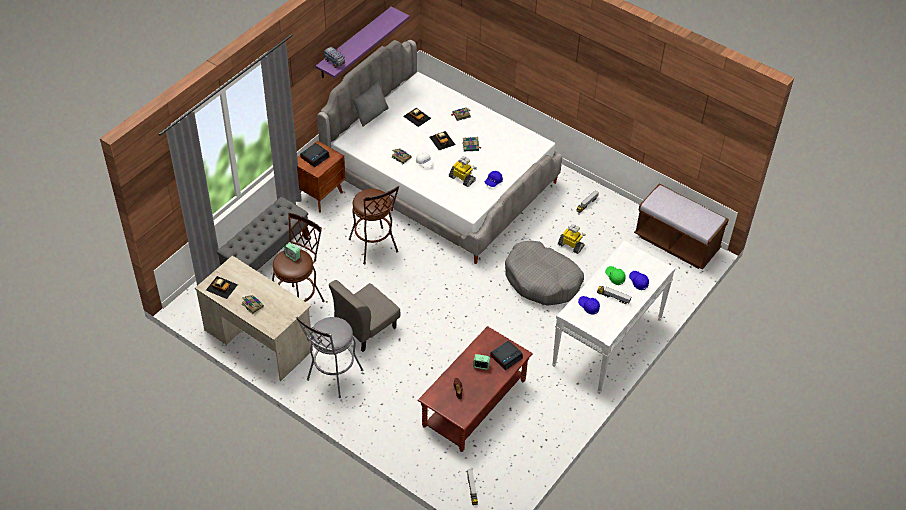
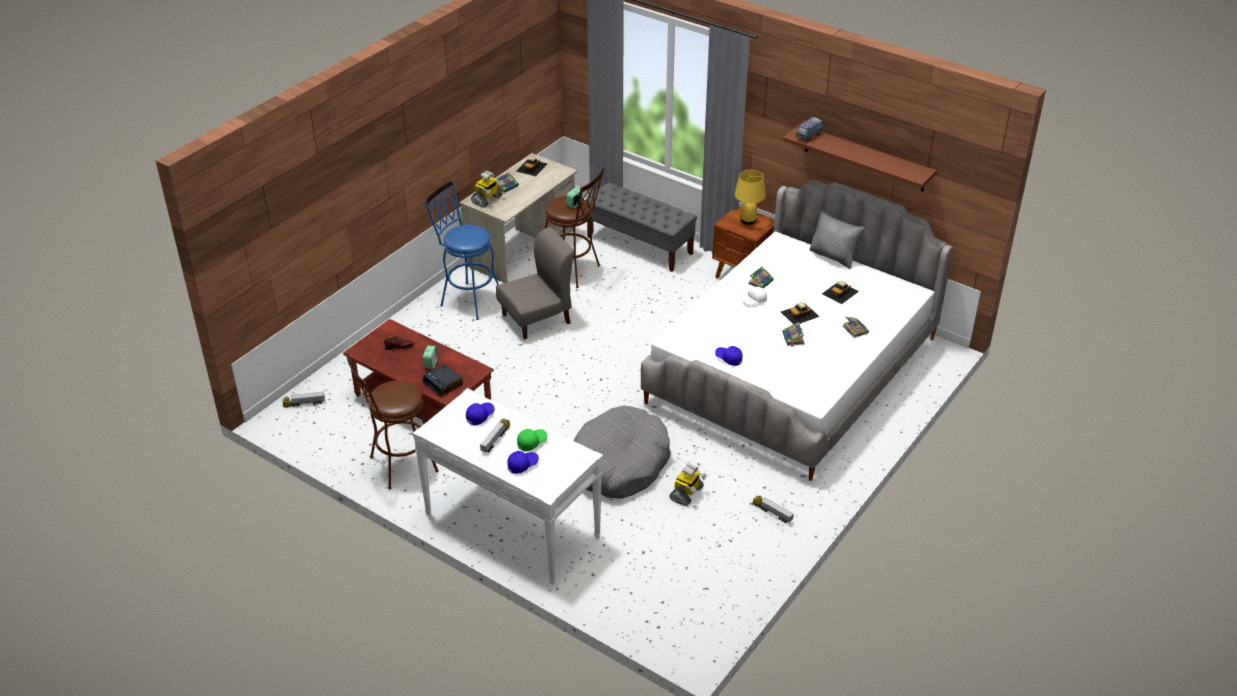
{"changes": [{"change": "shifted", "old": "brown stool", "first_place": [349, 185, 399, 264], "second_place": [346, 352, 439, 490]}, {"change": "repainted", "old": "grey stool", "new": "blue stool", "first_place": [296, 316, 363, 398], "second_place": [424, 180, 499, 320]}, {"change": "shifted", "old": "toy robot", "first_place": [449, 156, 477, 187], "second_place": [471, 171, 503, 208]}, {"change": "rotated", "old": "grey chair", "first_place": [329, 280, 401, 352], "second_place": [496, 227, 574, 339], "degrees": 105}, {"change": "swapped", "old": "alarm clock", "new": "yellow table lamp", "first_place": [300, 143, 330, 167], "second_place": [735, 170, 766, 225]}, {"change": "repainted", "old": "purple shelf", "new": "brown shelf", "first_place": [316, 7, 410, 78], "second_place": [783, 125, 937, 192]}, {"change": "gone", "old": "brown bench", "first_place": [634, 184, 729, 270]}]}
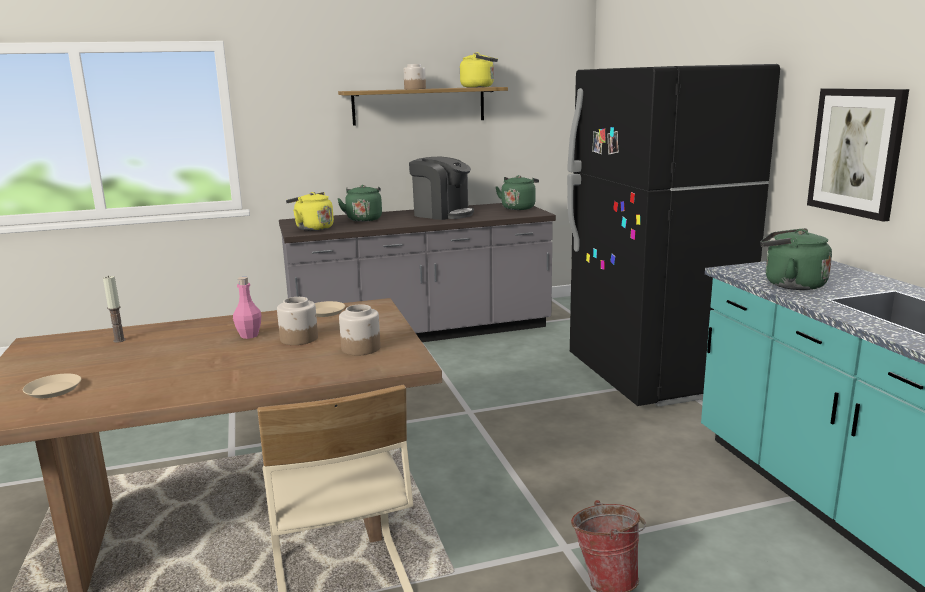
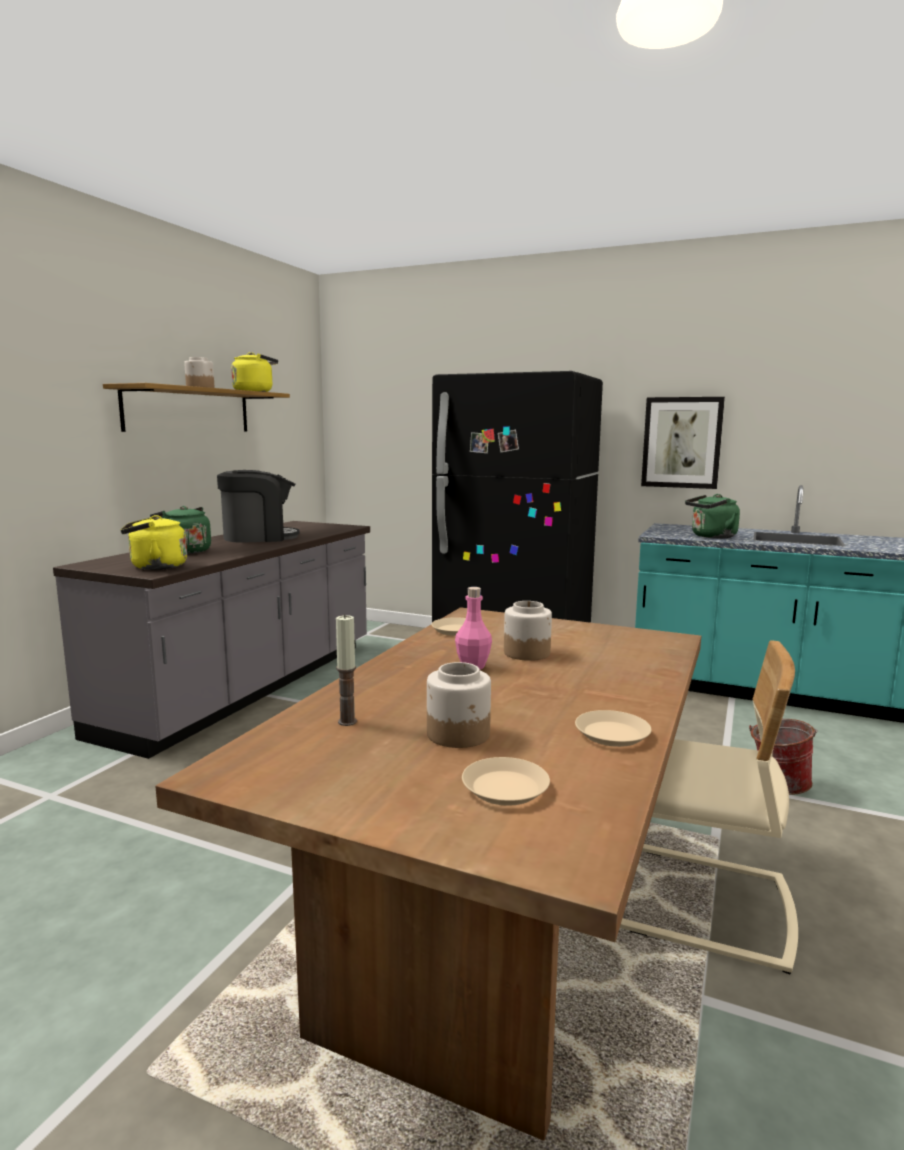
{"changes": [{"change": "shifted", "old": "jar", "first_place": [339, 304, 381, 355], "second_place": [427, 662, 491, 748]}, {"change": "new", "new": "beige plate", "second_place": [575, 710, 652, 747]}, {"change": "gone", "old": "green kettle", "first_place": [495, 175, 539, 210]}]}
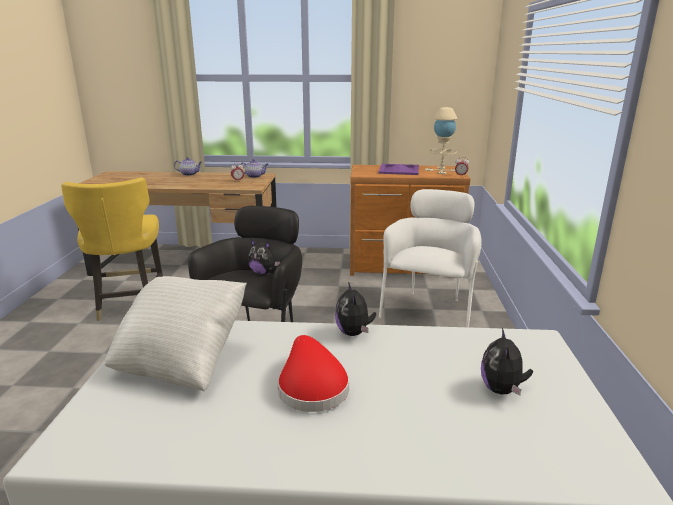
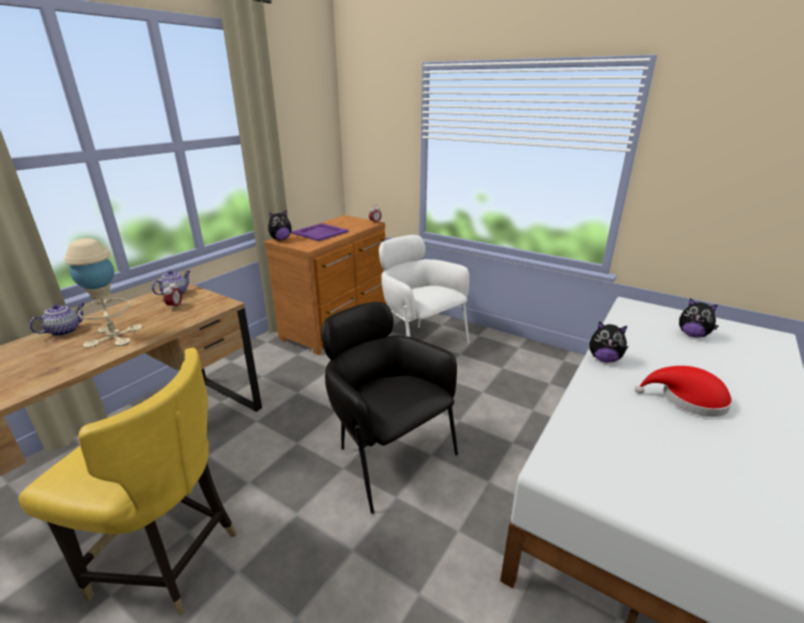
{"changes": [{"change": "shifted", "old": "beige table lamp", "first_place": [425, 107, 457, 174], "second_place": [65, 238, 142, 348]}, {"change": "shifted", "old": "plush toy", "first_place": [248, 239, 280, 275], "second_place": [268, 211, 292, 240]}, {"change": "gone", "old": "white pillow", "first_place": [104, 276, 247, 391]}]}
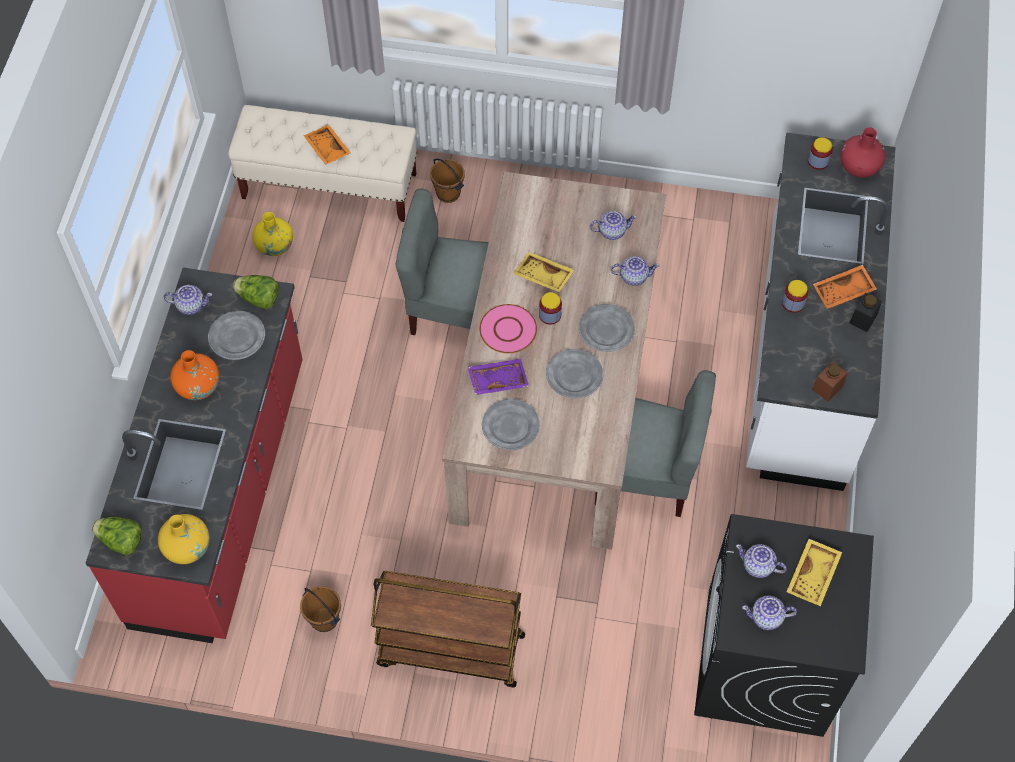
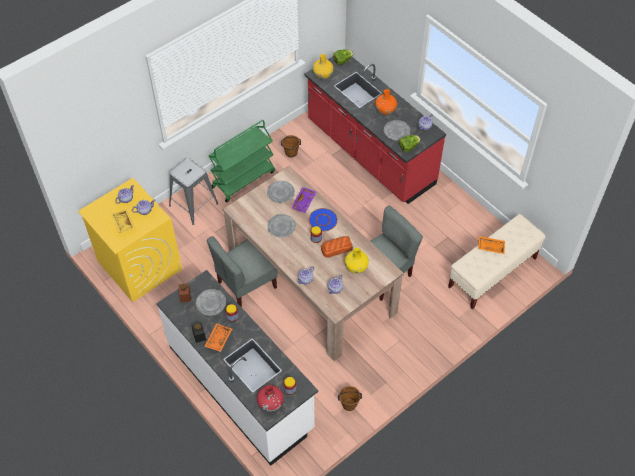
{"changes": [{"change": "repainted", "old": "black washing machine", "new": "yellow washing machine", "first_place": [694, 514, 874, 737], "second_place": [78, 178, 182, 302]}, {"change": "new", "new": "grey stool", "second_place": [169, 158, 219, 225]}, {"change": "shifted", "old": "grey plate", "first_place": [579, 304, 635, 352], "second_place": [196, 289, 226, 316]}, {"change": "repainted", "old": "brown cart", "new": "green cart", "first_place": [371, 571, 525, 687], "second_place": [209, 120, 275, 202]}, {"change": "repainted", "old": "pink plate", "new": "blue plate", "first_place": [479, 304, 537, 353], "second_place": [309, 208, 338, 232]}, {"change": "swapped", "old": "yellow tray", "new": "bread", "first_place": [513, 252, 574, 292], "second_place": [321, 236, 353, 258]}, {"change": "shifted", "old": "brown bucket", "first_place": [430, 159, 465, 203], "second_place": [338, 386, 362, 411]}, {"change": "shifted", "old": "yellow vase", "first_place": [252, 212, 293, 256], "second_place": [345, 248, 369, 273]}]}
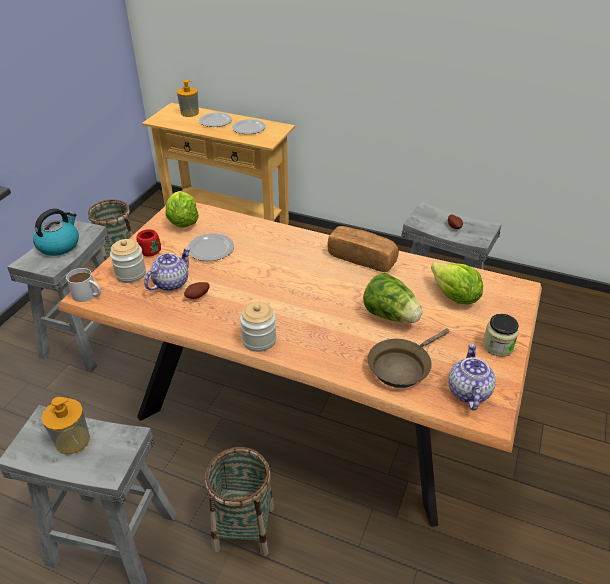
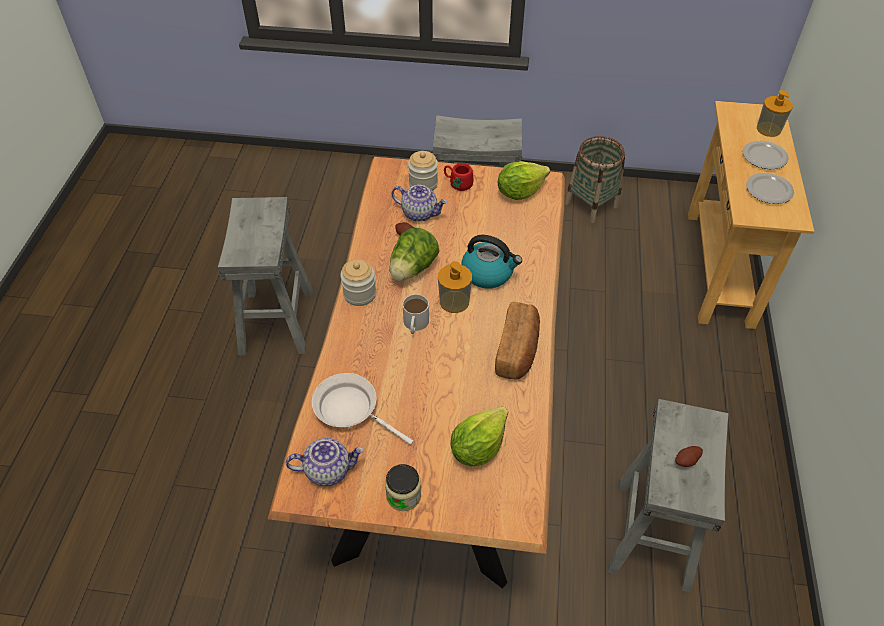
{"changes": [{"change": "repainted", "old": "brown frying pan", "new": "white frying pan", "first_place": [367, 328, 450, 388], "second_place": [312, 373, 414, 445]}, {"change": "shifted", "old": "lettuce", "first_place": [363, 273, 422, 323], "second_place": [389, 228, 439, 281]}, {"change": "shifted", "old": "white mug", "first_place": [66, 268, 101, 302], "second_place": [403, 294, 429, 334]}, {"change": "shifted", "old": "soap dispenser", "first_place": [42, 397, 90, 454], "second_place": [438, 261, 472, 313]}, {"change": "shifted", "old": "kettle", "first_place": [33, 209, 79, 256], "second_place": [461, 235, 522, 289]}, {"change": "gone", "old": "plate", "first_place": [187, 233, 234, 261]}, {"change": "gone", "old": "basket", "first_place": [205, 447, 275, 557]}]}
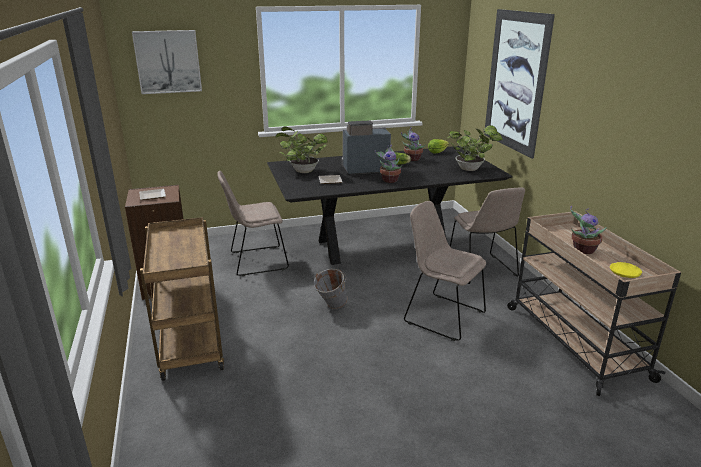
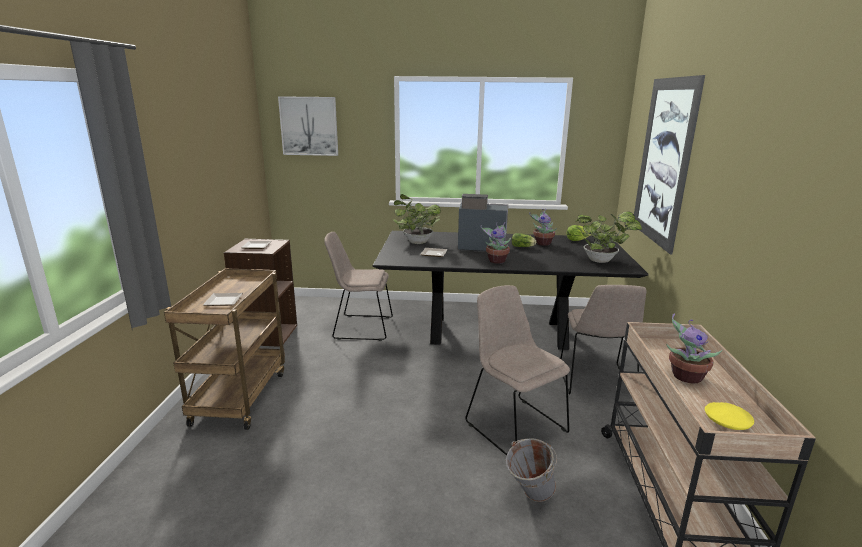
{"changes": [{"change": "new", "new": "plate", "second_place": [203, 293, 243, 306]}, {"change": "shifted", "old": "grey bucket", "first_place": [314, 269, 348, 309], "second_place": [506, 438, 557, 502]}]}
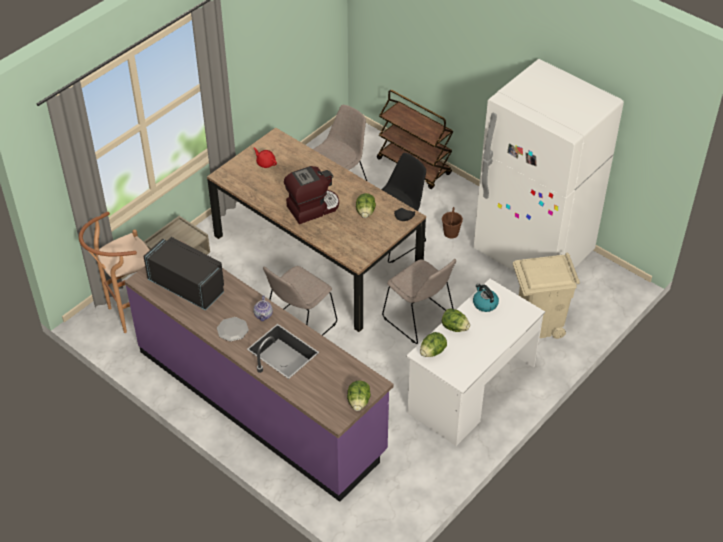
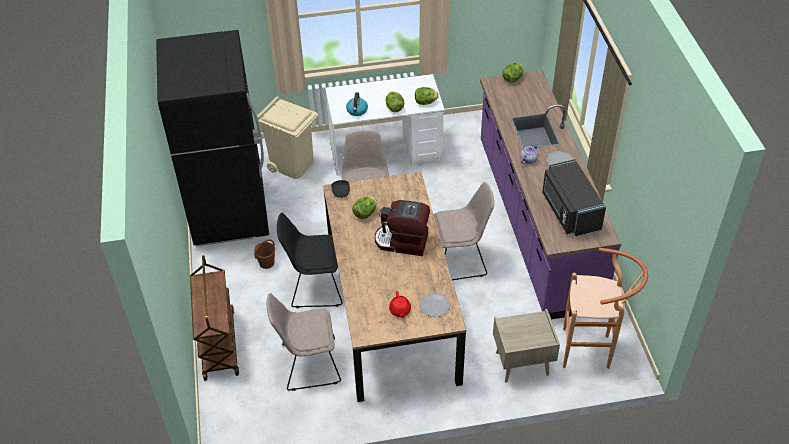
{"changes": [{"change": "repainted", "old": "white fridge", "new": "black fridge", "first_place": [474, 59, 624, 272], "second_place": [156, 30, 269, 246]}, {"change": "new", "new": "plate", "second_place": [419, 293, 451, 318]}]}
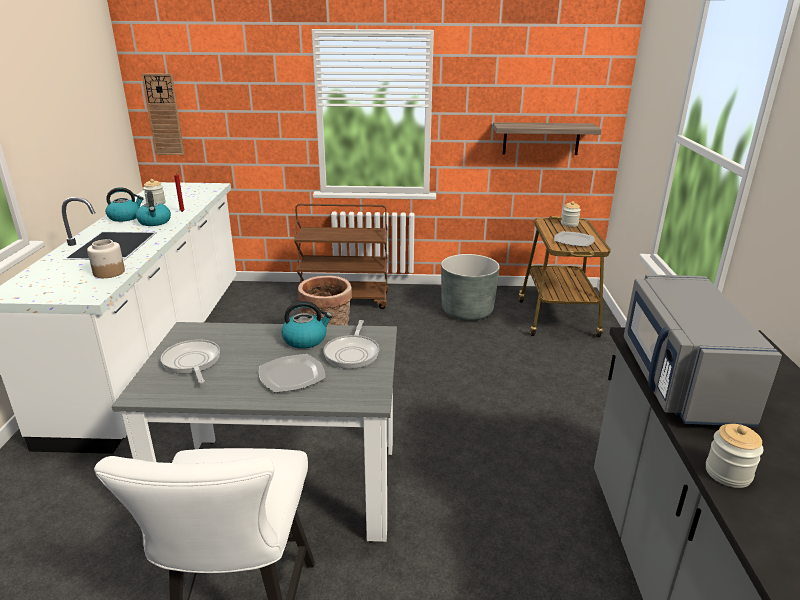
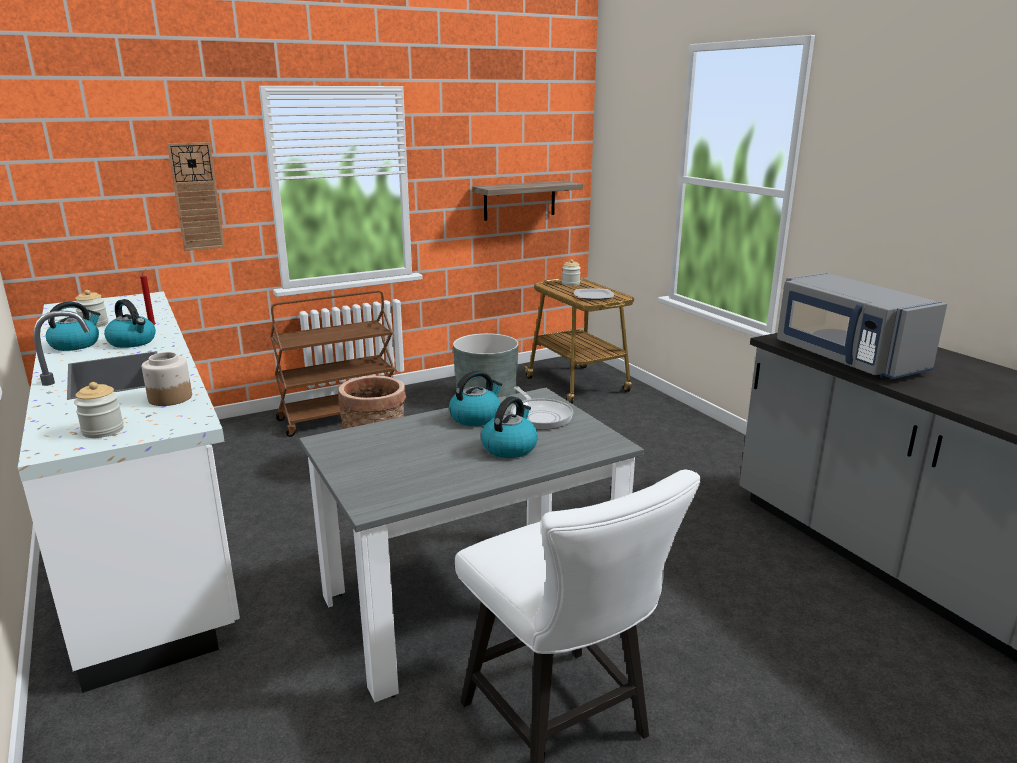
{"changes": [{"change": "shifted", "old": "jar", "first_place": [706, 424, 763, 488], "second_place": [74, 382, 124, 438]}, {"change": "shifted", "old": "wall clock", "first_place": [142, 73, 185, 155], "second_place": [167, 142, 225, 251]}, {"change": "swapped", "old": "plate", "new": "kettle", "first_place": [259, 354, 325, 393], "second_place": [481, 396, 538, 458]}, {"change": "gone", "old": "frying pan", "first_place": [161, 340, 220, 383]}]}
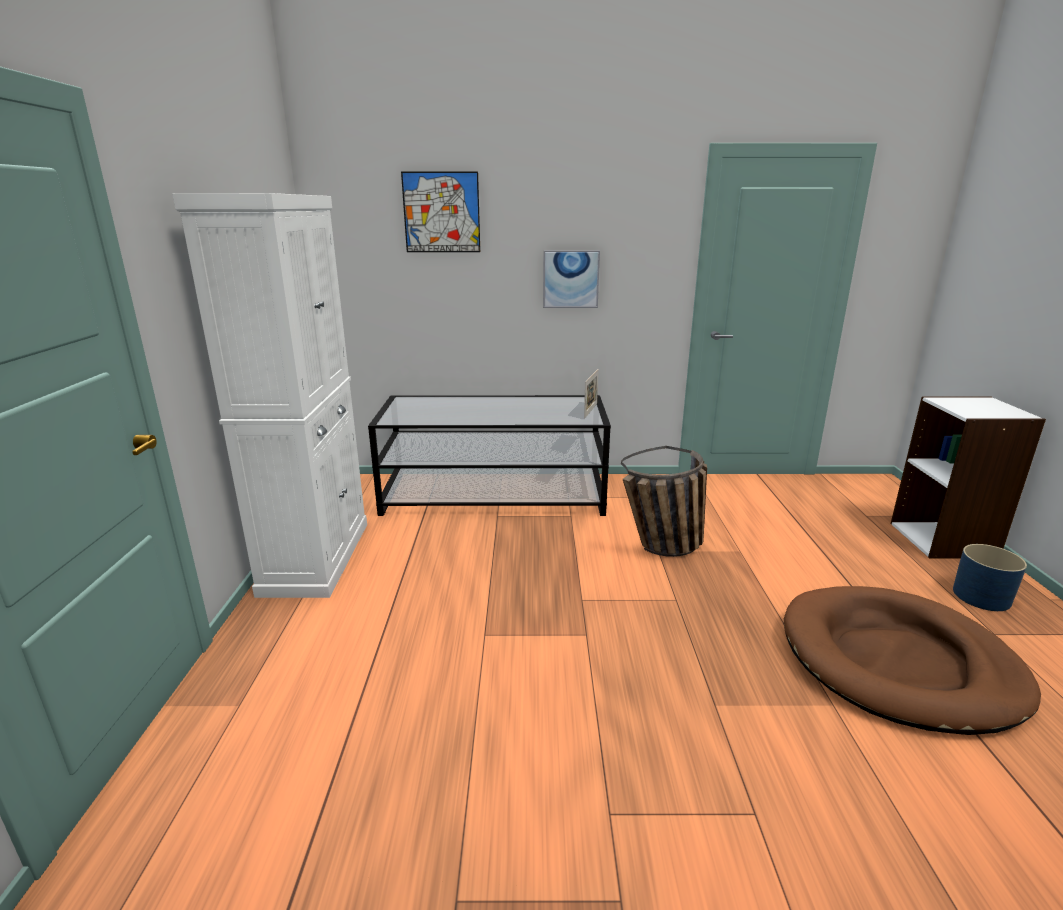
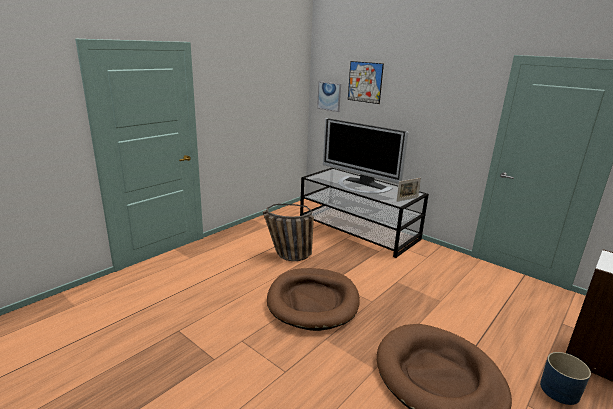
{"changes": [{"change": "shifted", "old": "basket", "first_place": [621, 446, 707, 557], "second_place": [263, 204, 314, 261]}, {"change": "new", "new": "brown dog bed", "second_place": [267, 268, 360, 331]}, {"change": "shifted", "old": "picture", "first_place": [543, 250, 600, 308], "second_place": [317, 81, 341, 112]}, {"change": "new", "new": "television", "second_place": [323, 118, 409, 194]}, {"change": "gone", "old": "white cabinet", "first_place": [172, 193, 367, 598]}]}
